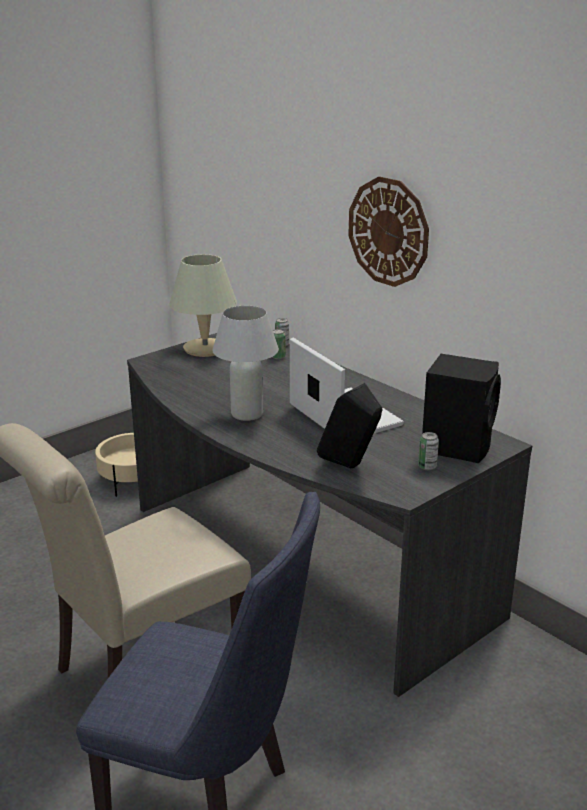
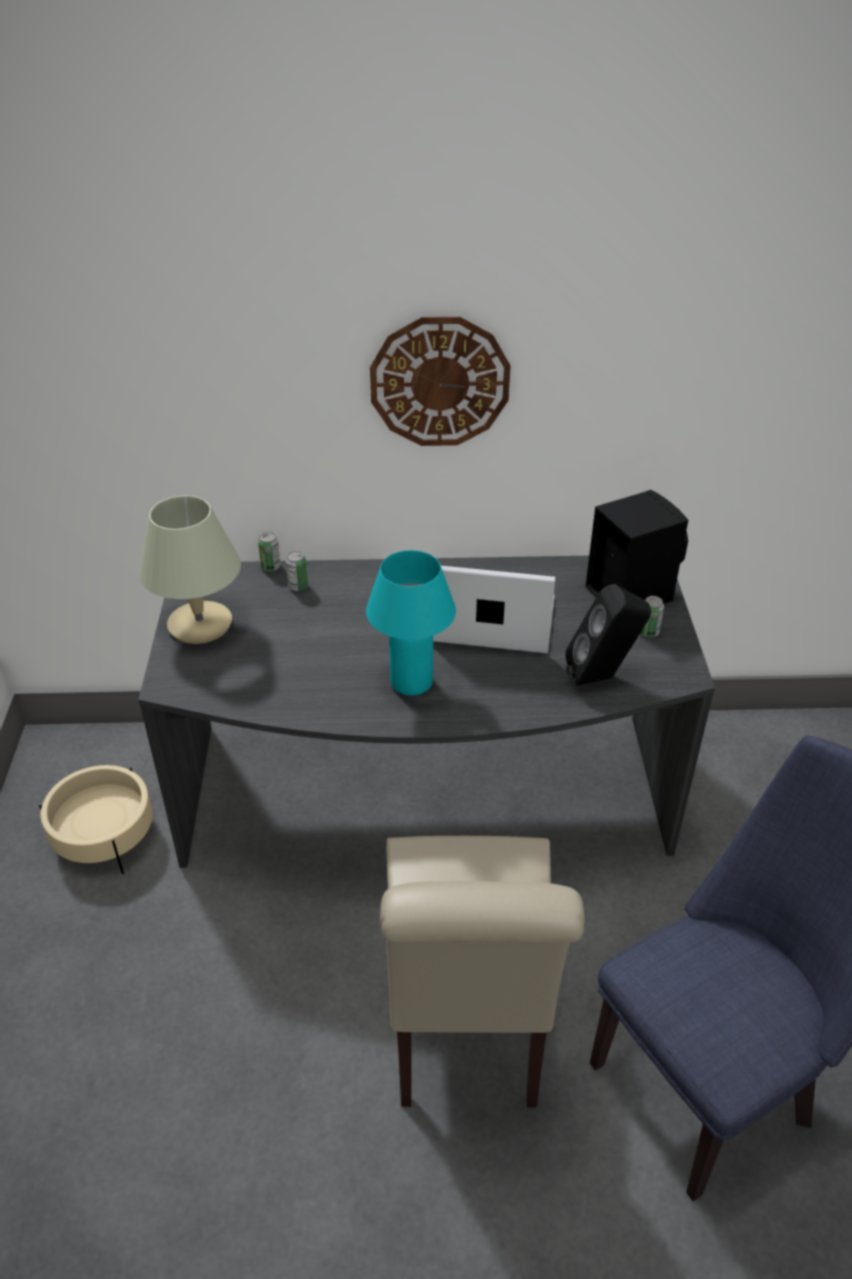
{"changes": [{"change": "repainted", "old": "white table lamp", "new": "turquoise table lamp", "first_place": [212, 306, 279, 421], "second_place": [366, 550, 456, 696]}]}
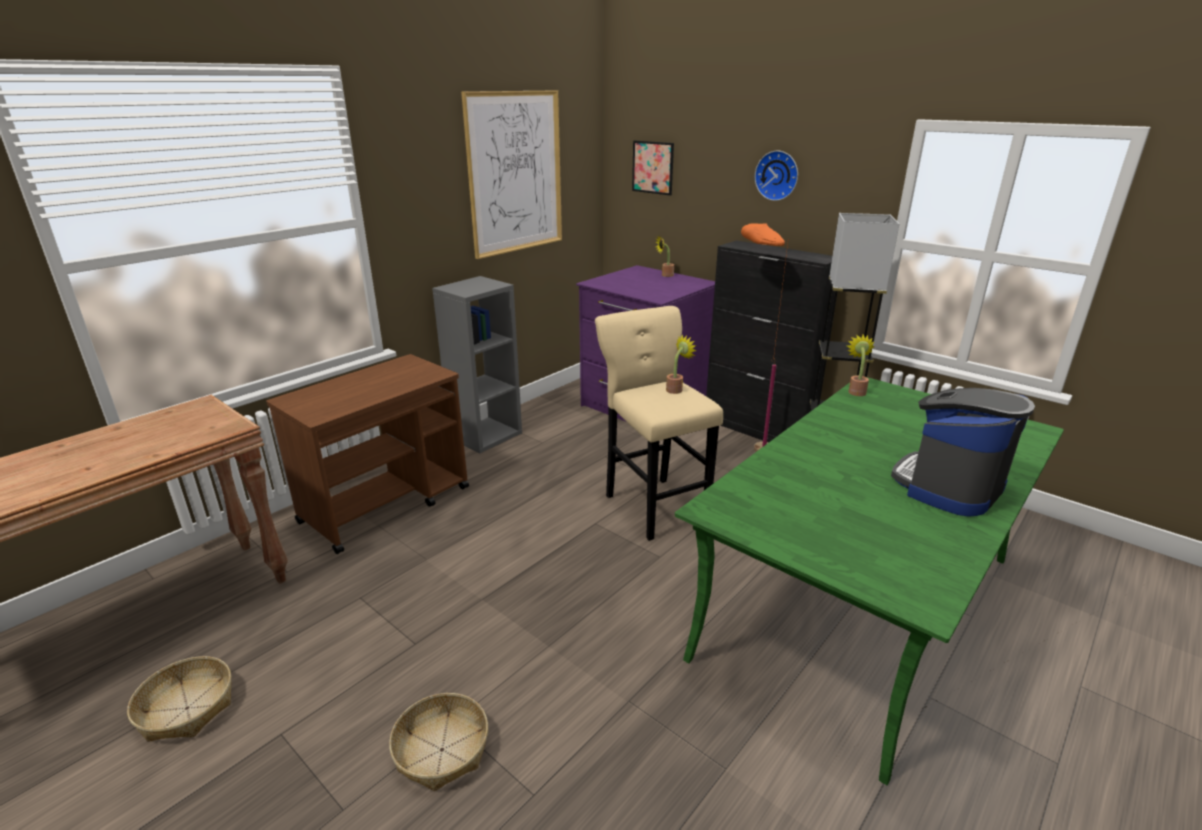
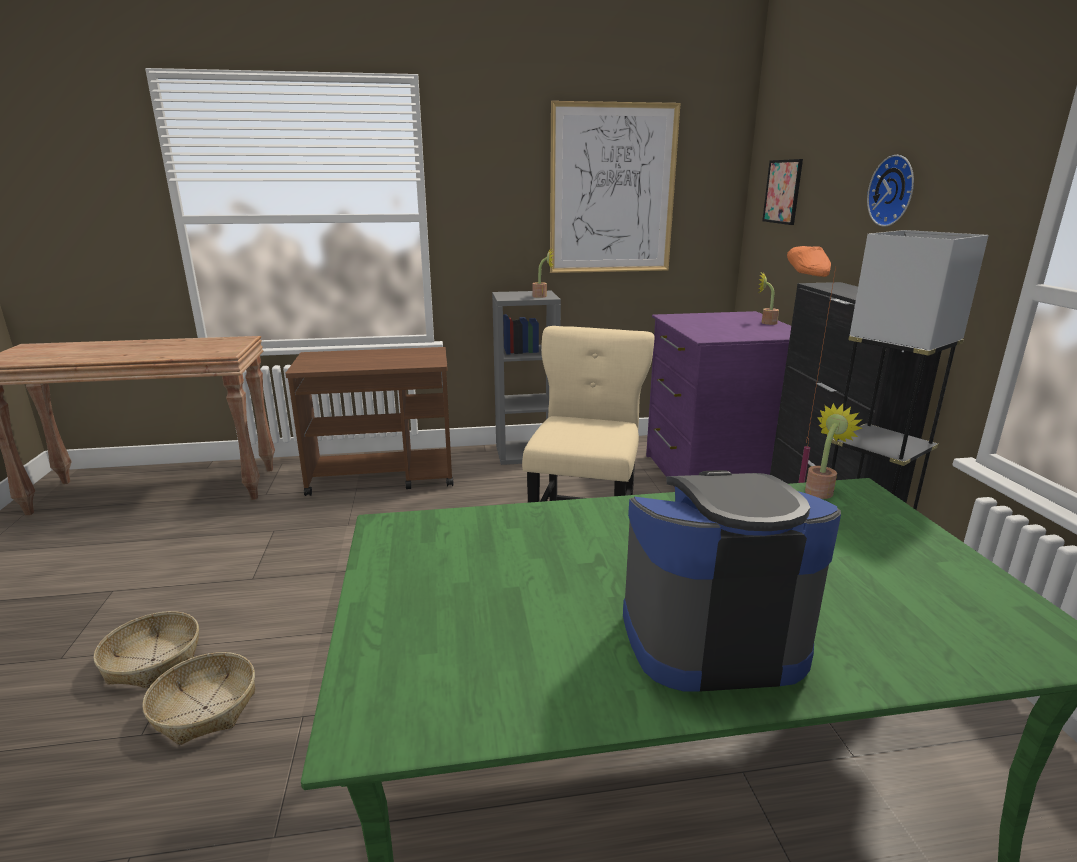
{"changes": [{"change": "shifted", "old": "basket", "first_place": [127, 656, 231, 742], "second_place": [142, 652, 255, 745]}, {"change": "shifted", "old": "potted plant", "first_place": [666, 335, 697, 394], "second_place": [532, 248, 553, 298]}]}
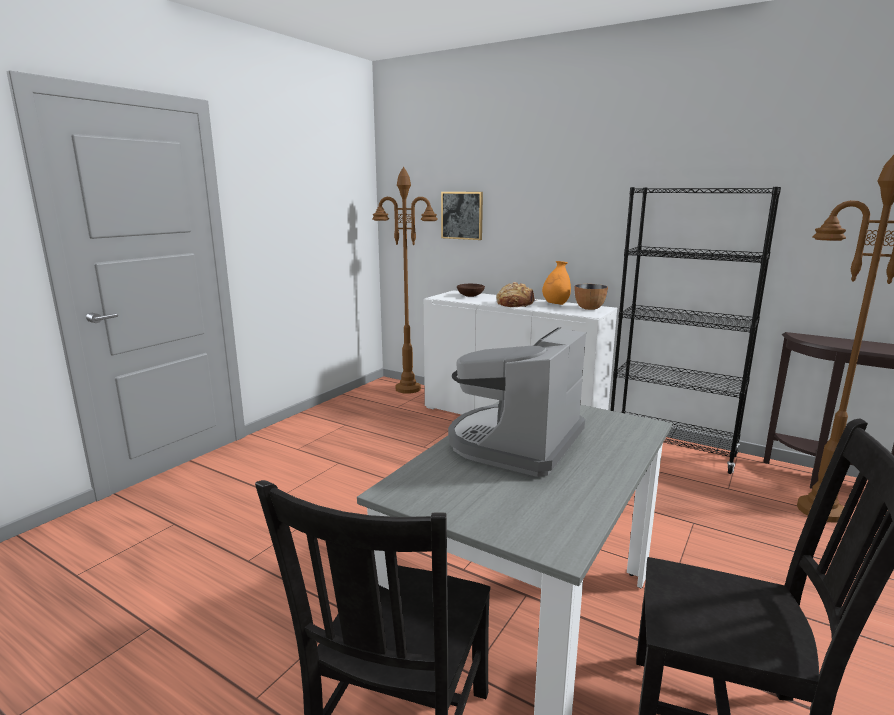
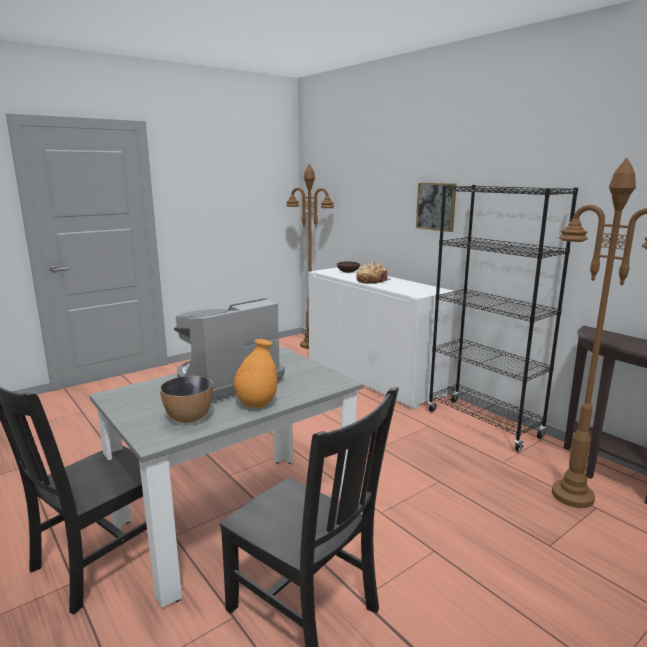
{"changes": [{"change": "shifted", "old": "bowl", "first_place": [575, 284, 608, 310], "second_place": [160, 376, 213, 423]}, {"change": "shifted", "old": "orange vase", "first_place": [542, 261, 571, 305], "second_place": [234, 339, 277, 408]}, {"change": "shifted", "old": "picture", "first_place": [441, 192, 483, 240], "second_place": [416, 183, 457, 232]}]}
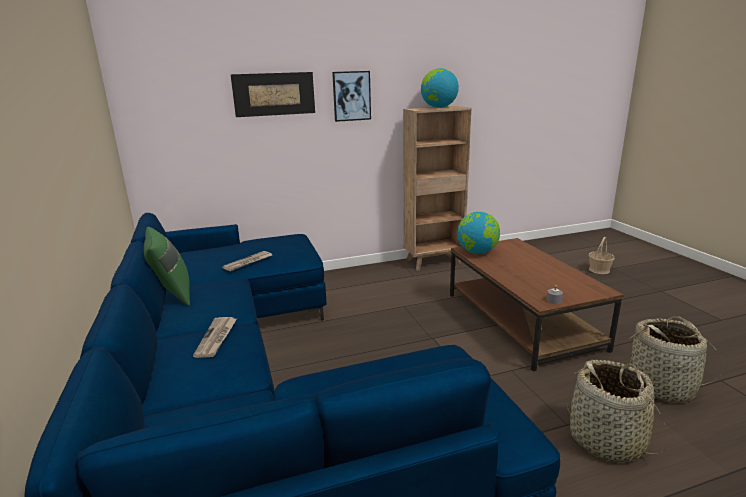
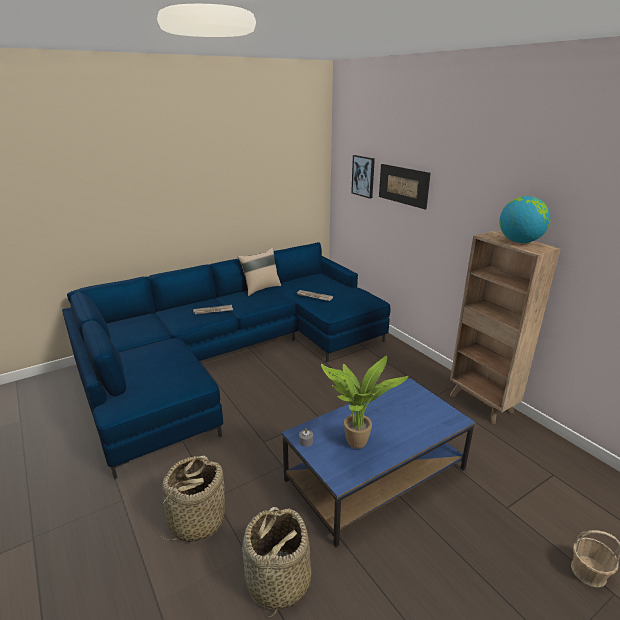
{"changes": [{"change": "repainted", "old": "green pillow", "new": "beige pillow", "first_place": [144, 227, 190, 306], "second_place": [238, 248, 281, 296]}, {"change": "repainted", "old": "brown coffee table", "new": "blue coffee table", "first_place": [450, 238, 624, 371], "second_place": [282, 378, 475, 547]}, {"change": "new", "new": "potted plant", "second_place": [321, 355, 409, 449]}, {"change": "shifted", "old": "picture", "first_place": [332, 71, 371, 122], "second_place": [351, 155, 375, 199]}, {"change": "gone", "old": "globe", "first_place": [457, 212, 500, 254]}]}
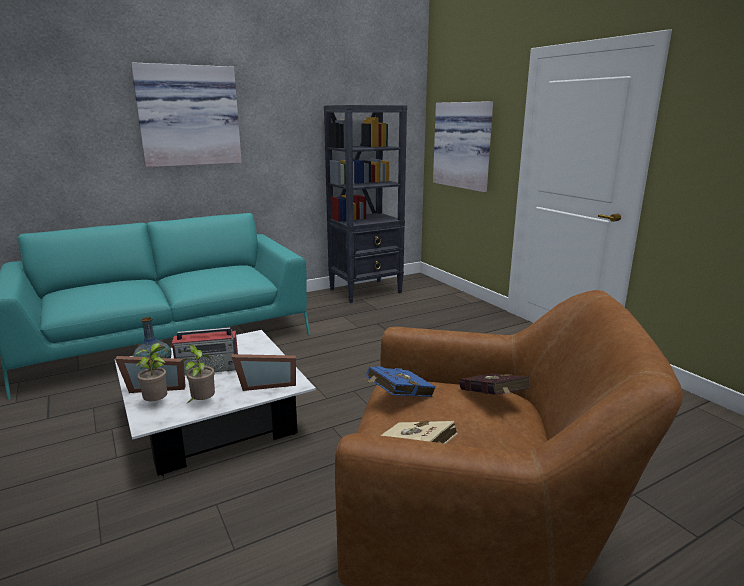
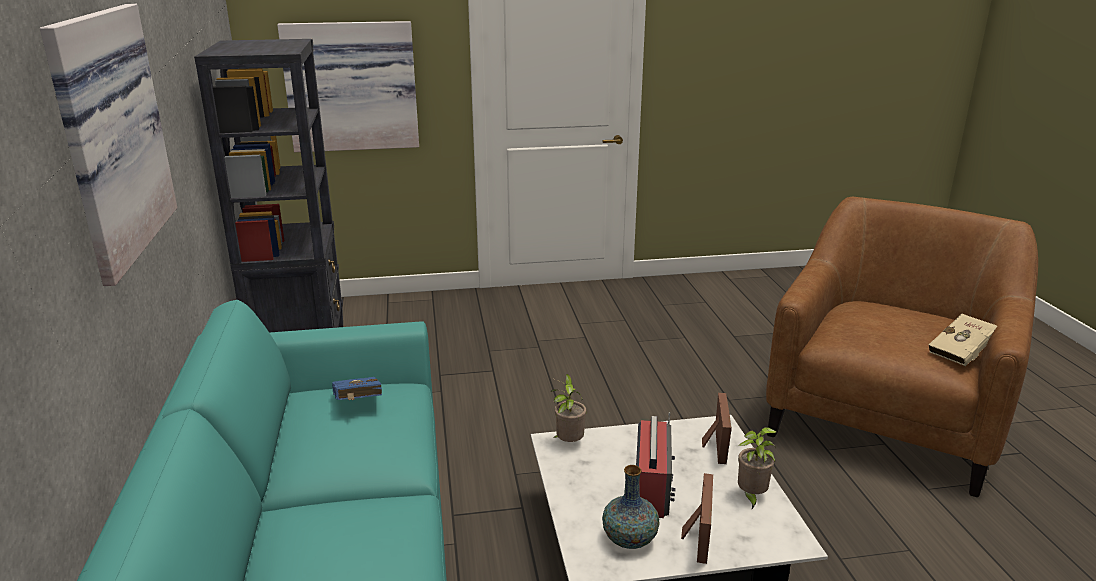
{"changes": [{"change": "shifted", "old": "blue book", "first_place": [366, 366, 436, 397], "second_place": [332, 377, 382, 400]}, {"change": "shifted", "old": "potted plant", "first_place": [135, 343, 167, 401], "second_place": [551, 374, 587, 442]}, {"change": "gone", "old": "red book", "first_place": [459, 373, 530, 395]}]}
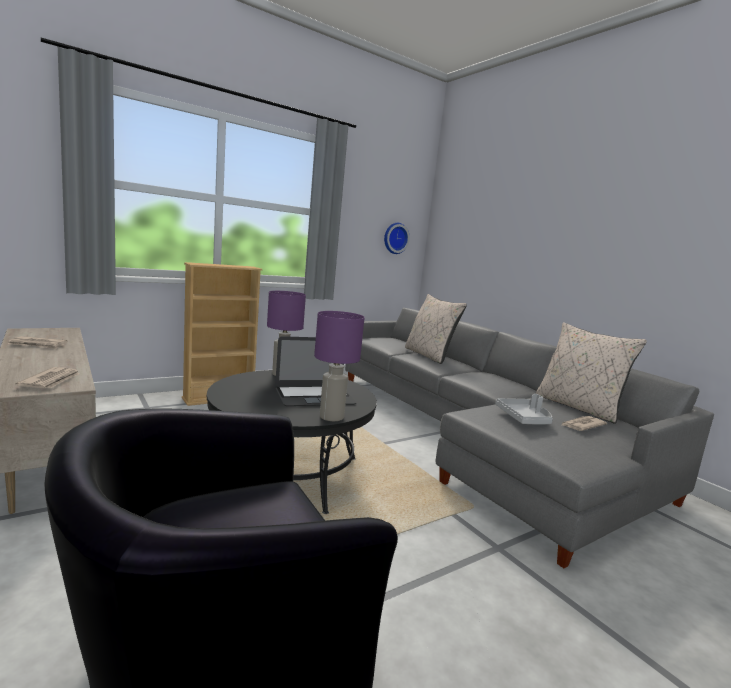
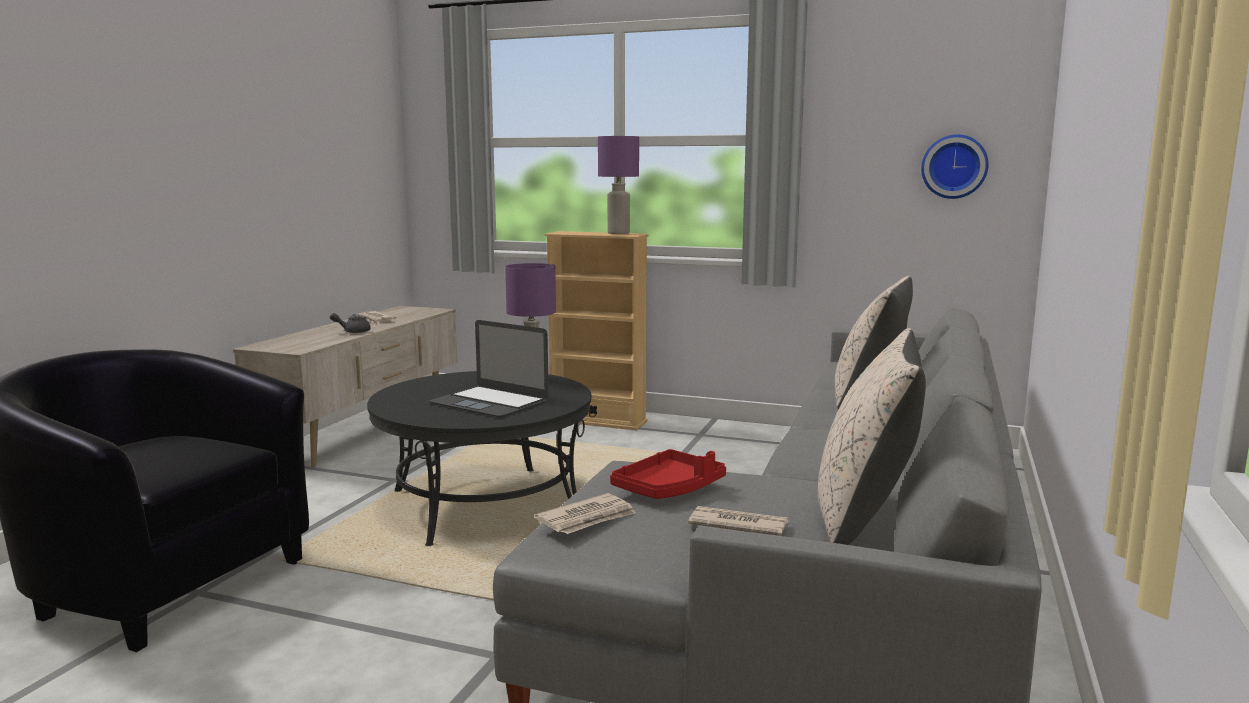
{"changes": [{"change": "new", "new": "grey teapot", "second_place": [330, 313, 371, 333]}, {"change": "shifted", "old": "newspaper", "first_place": [15, 367, 79, 388], "second_place": [534, 493, 636, 534]}, {"change": "shifted", "old": "purple table lamp", "first_place": [314, 311, 365, 421], "second_place": [598, 136, 639, 234]}, {"change": "repainted", "old": "grey tray", "new": "red tray", "first_place": [495, 394, 553, 425], "second_place": [610, 449, 726, 499]}]}
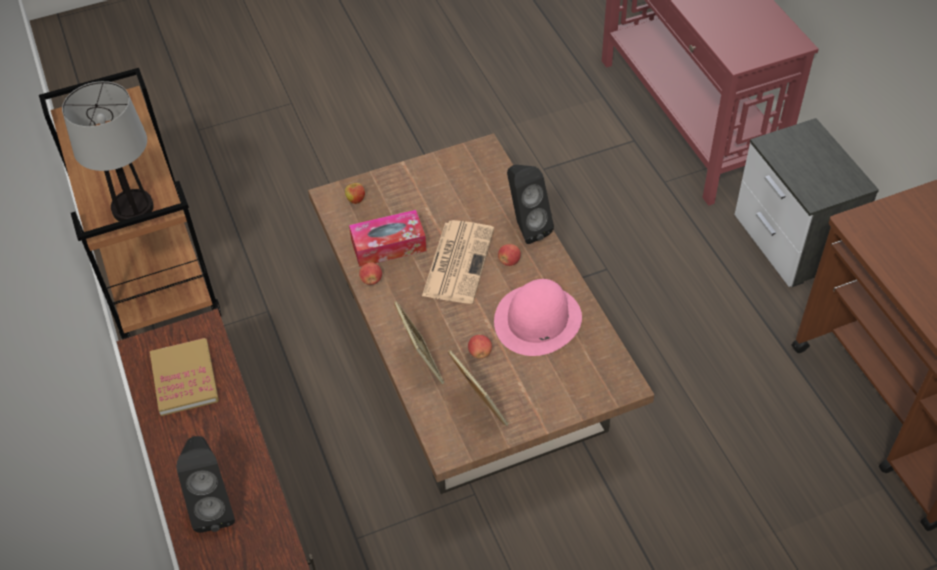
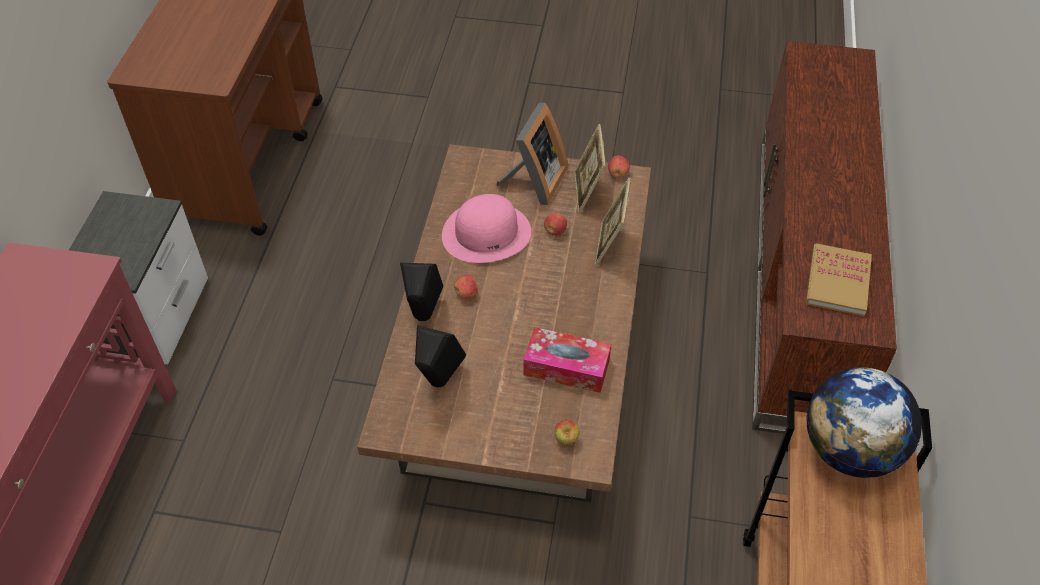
{"changes": [{"change": "shifted", "old": "black speaker", "first_place": [177, 436, 235, 533], "second_place": [415, 325, 466, 388]}, {"change": "new", "new": "picture frame", "second_place": [496, 103, 568, 205]}, {"change": "shifted", "old": "apple", "first_place": [359, 262, 382, 285], "second_place": [608, 156, 630, 178]}, {"change": "swapped", "old": "table lamp", "new": "globe", "first_place": [62, 81, 154, 222], "second_place": [806, 367, 922, 478]}, {"change": "gone", "old": "newspaper", "first_place": [422, 220, 494, 304]}]}
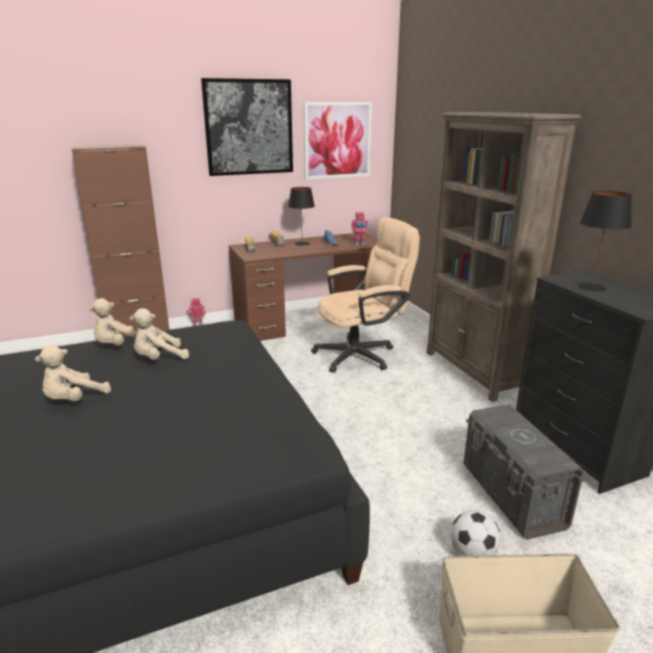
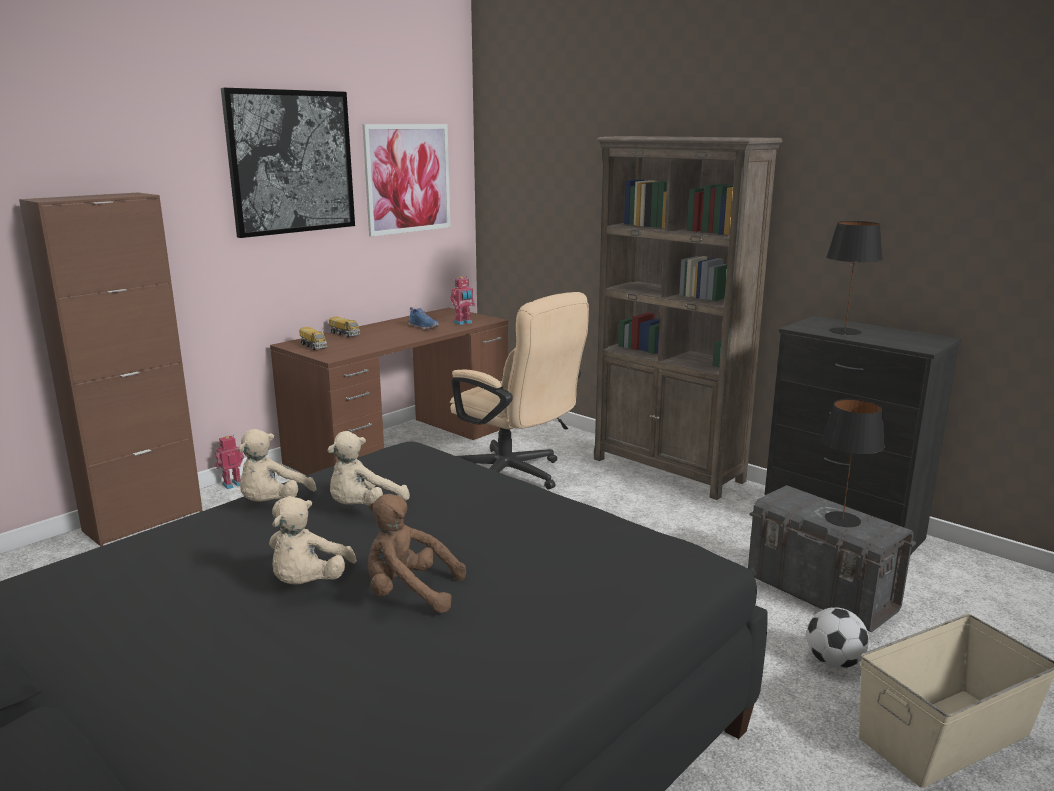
{"changes": [{"change": "new", "new": "brown plush toy", "second_place": [368, 494, 466, 613]}, {"change": "rotated", "old": "beige office chair", "first_place": [311, 217, 420, 373], "second_place": [450, 292, 589, 490], "degrees": 90}, {"change": "shifted", "old": "black table lamp", "first_place": [288, 187, 315, 246], "second_place": [822, 399, 885, 527]}]}
